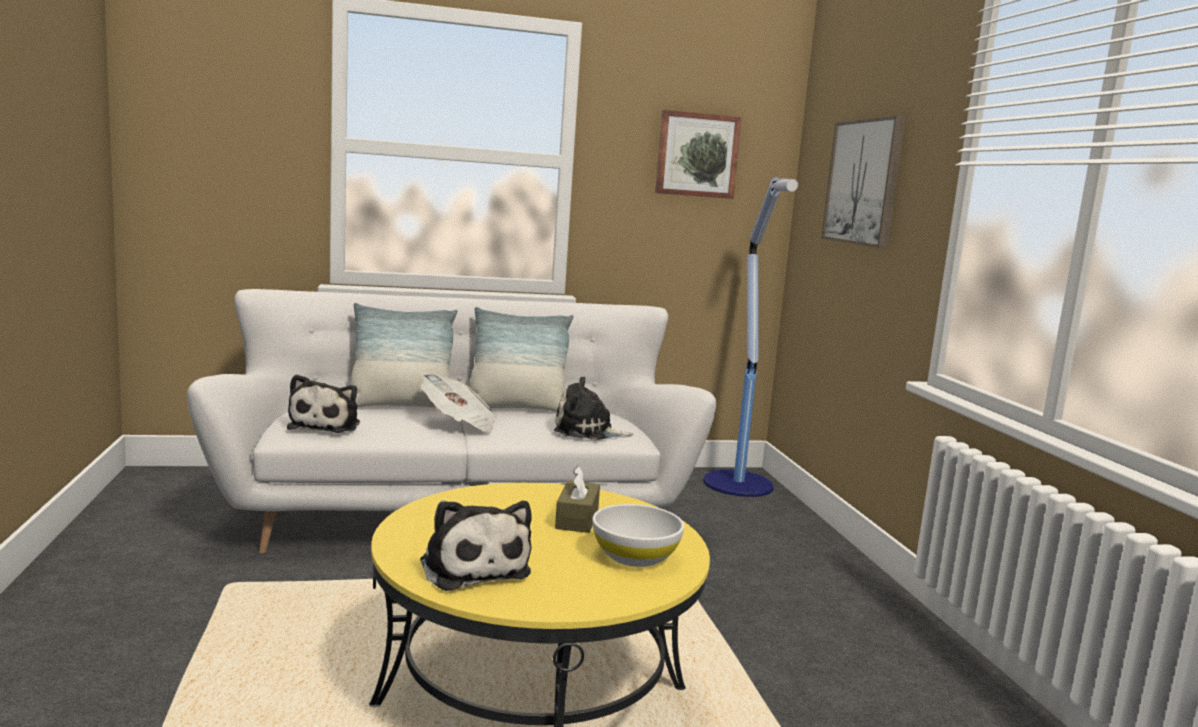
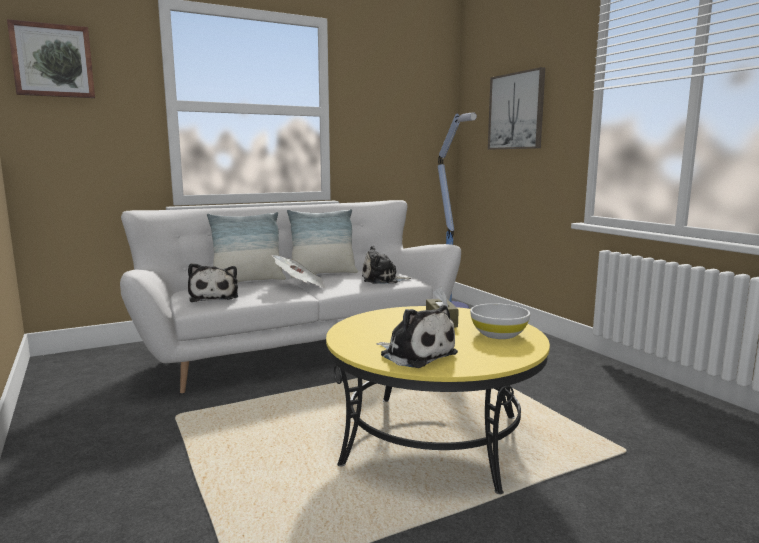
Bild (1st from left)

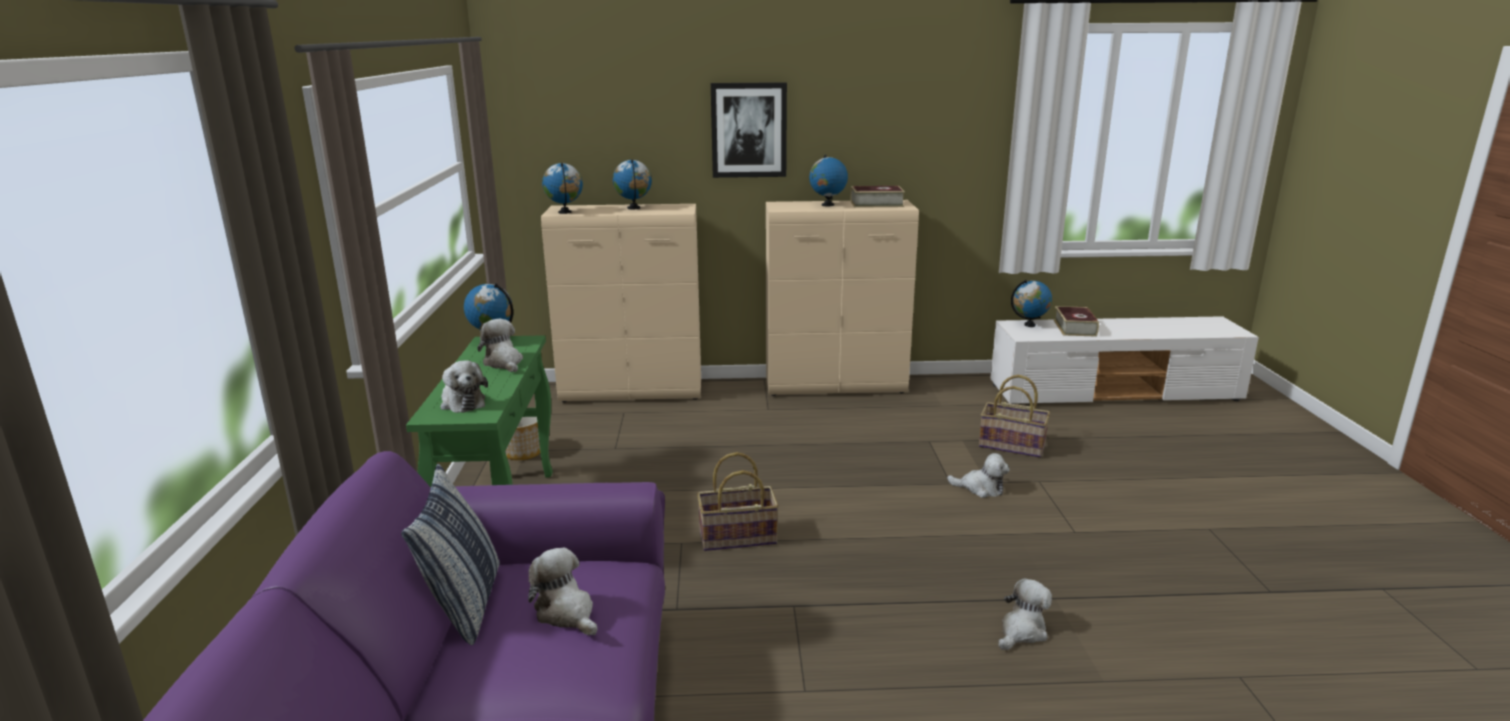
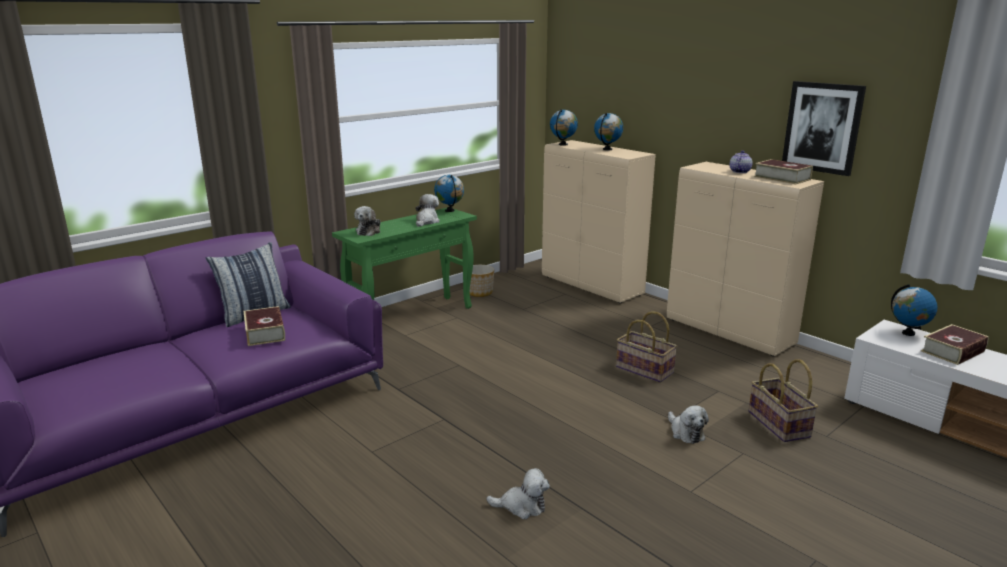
Korb (1st from left); Bild; Buch (1st from left); Teekanne

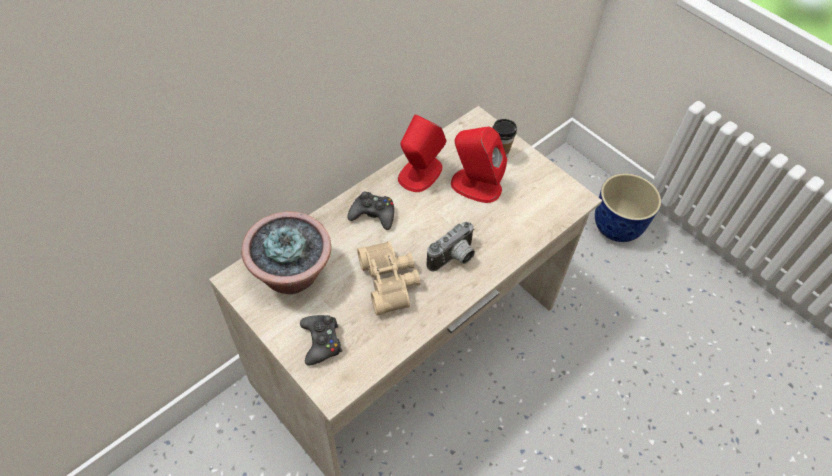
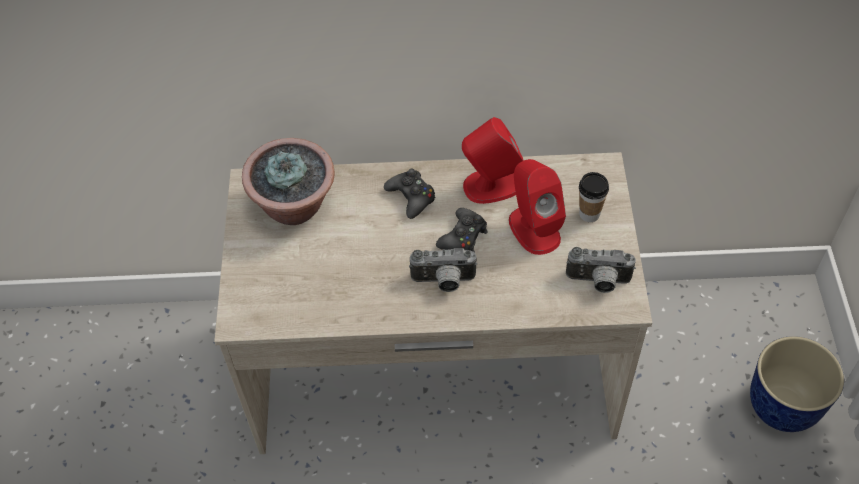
Fernglas/beige; Kamera (2nd from left); Gamepad/schwarz (2nd from left)

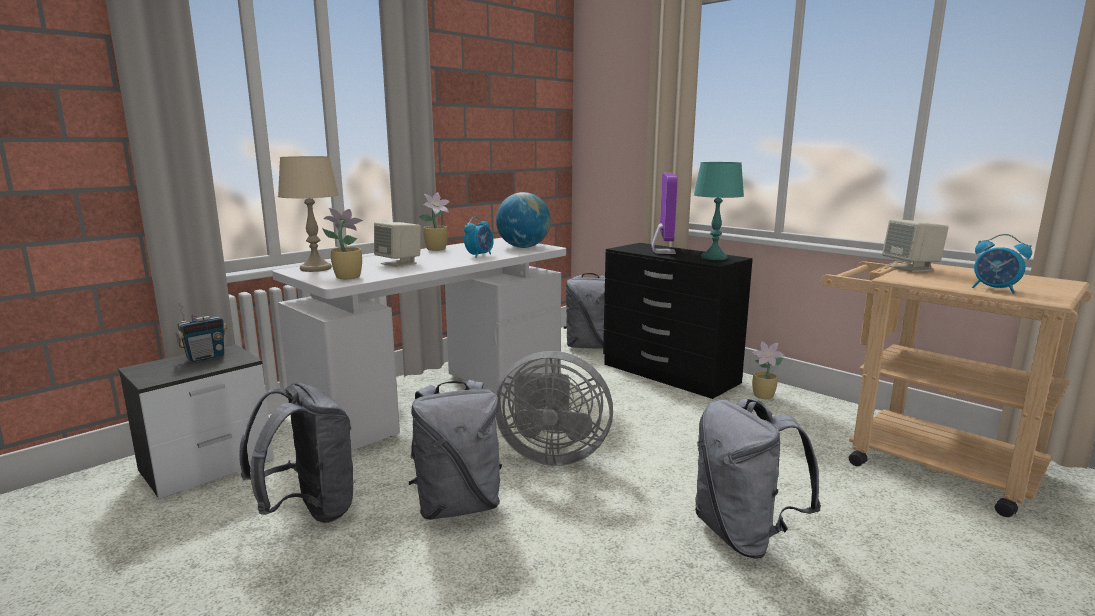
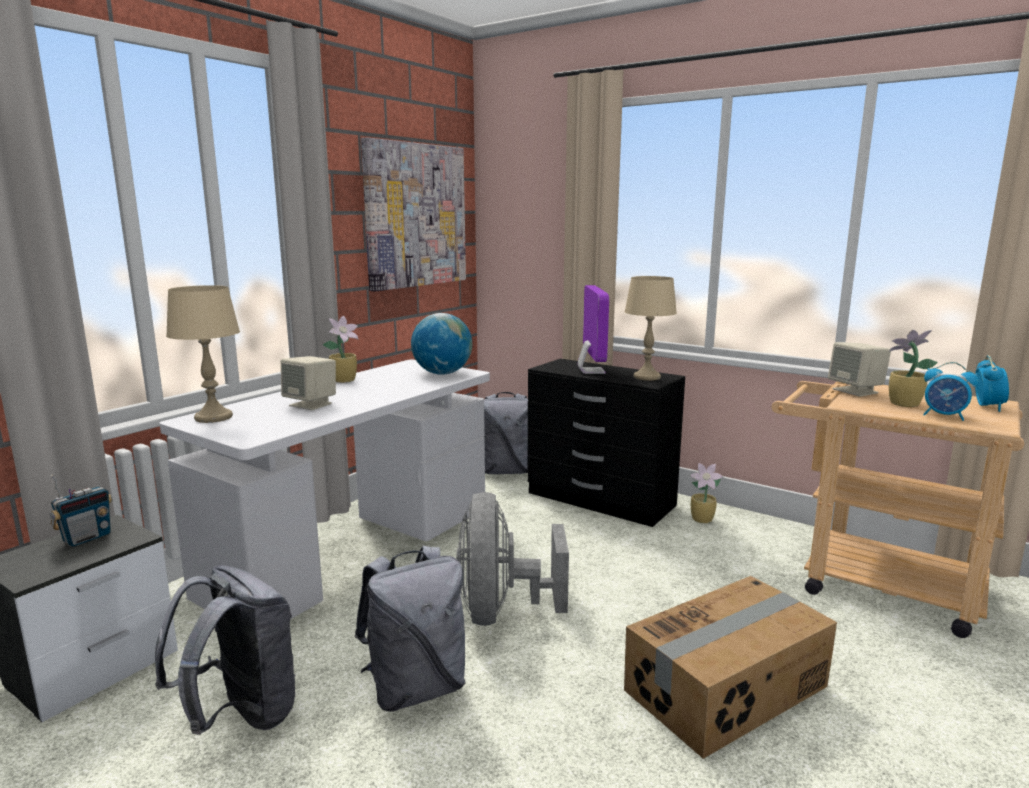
Bild; Topfpflanze (3rd from left); Wecker (2nd from left); Karton; Tischlampe/beige (2nd from left); Ventilator/grau

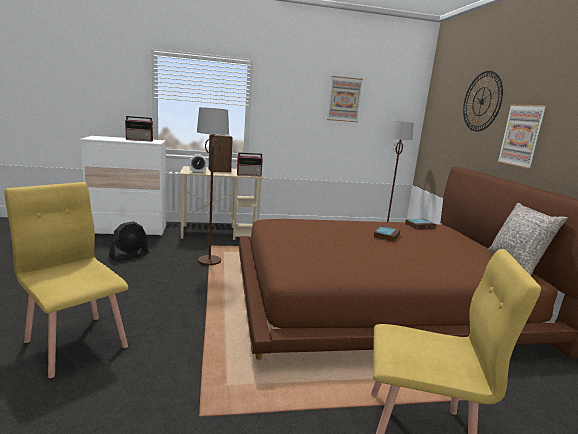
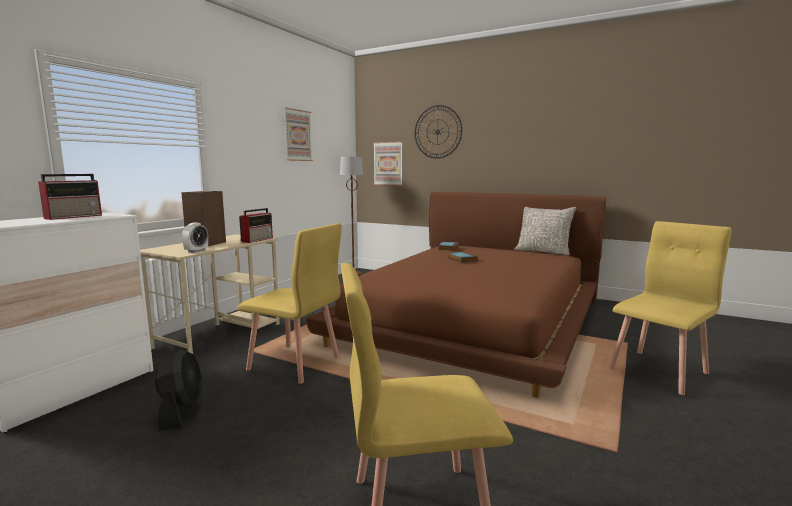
Bild (2nd from left); Stuhl/gelb (1st from left)

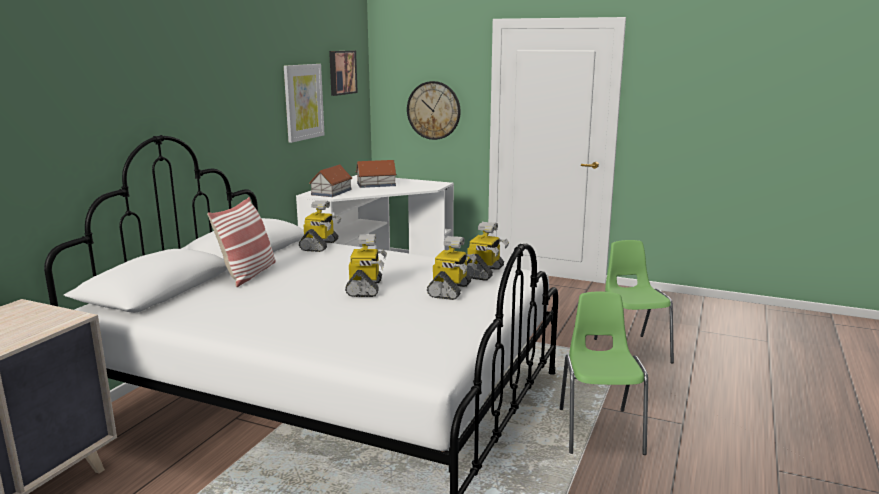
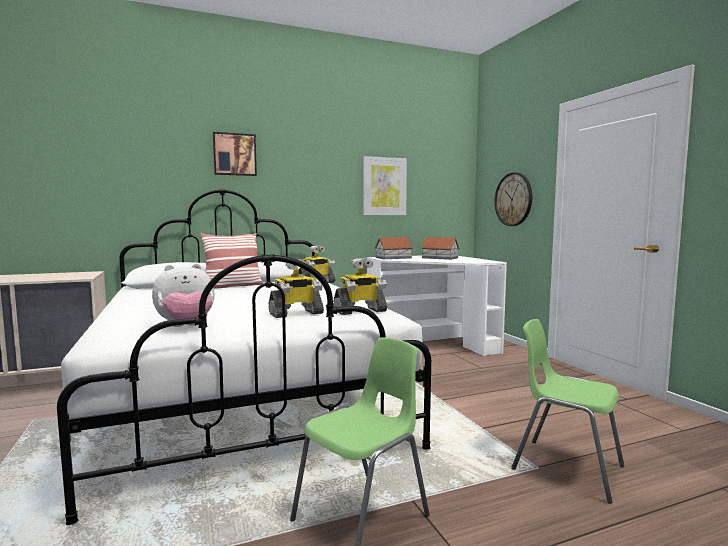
Spielzeugroboter (2nd from left in the first image); Plüschtier; Bild (1st from left); Stuhl/grün (2nd from left)

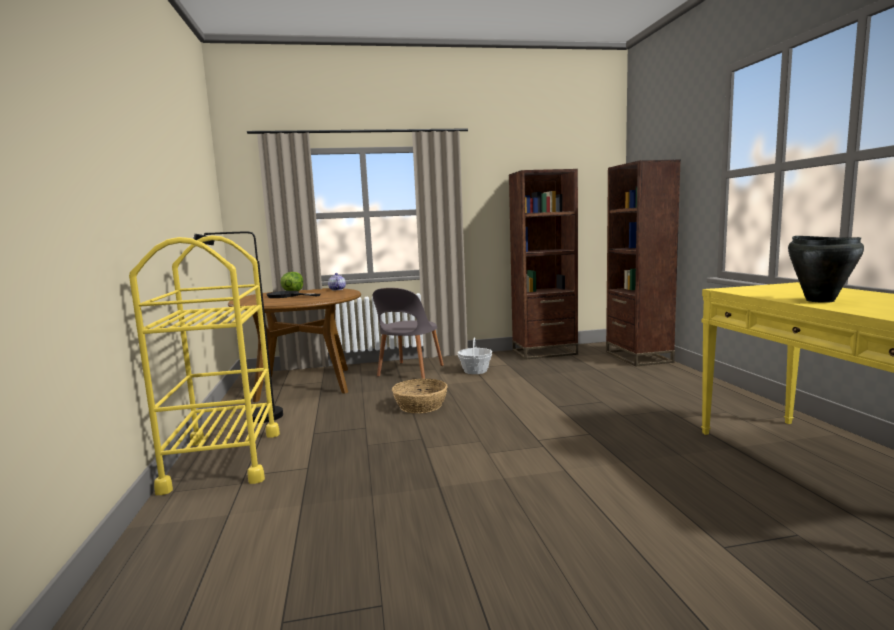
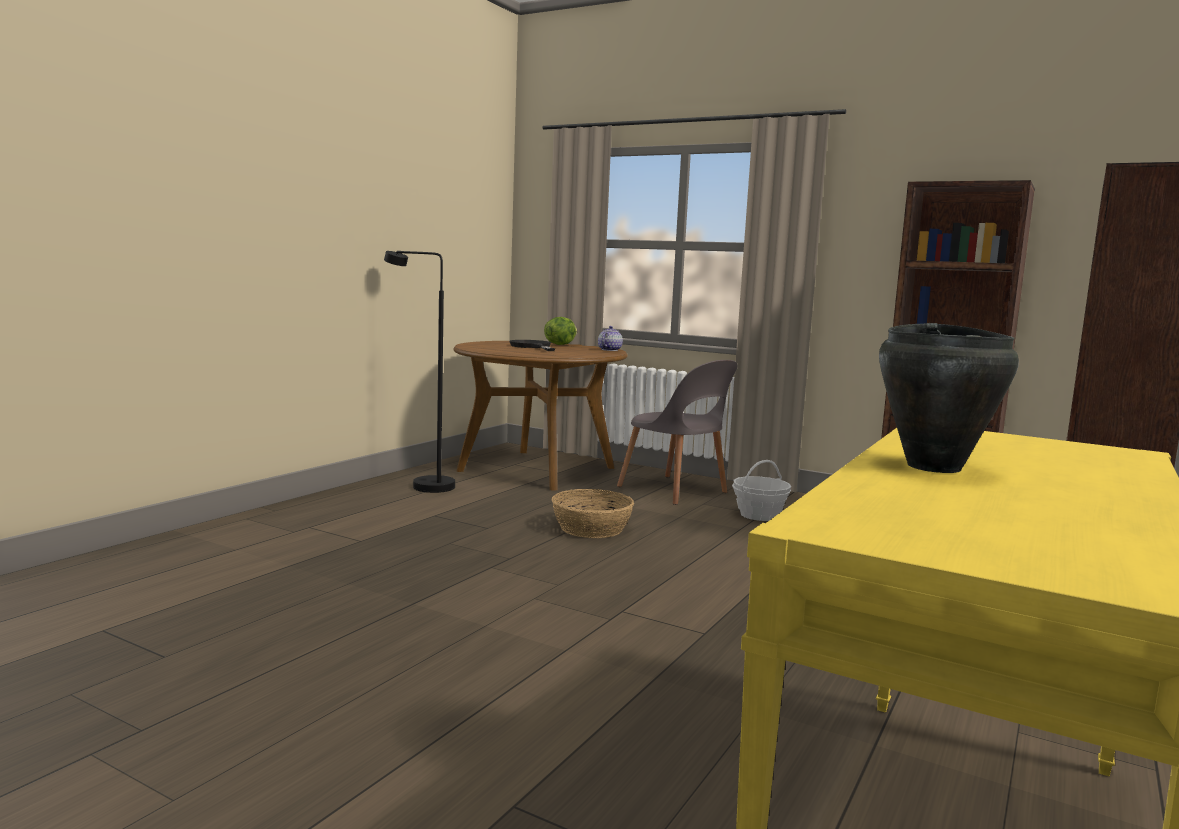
Rollwagen/gelb; Stuhl/grau

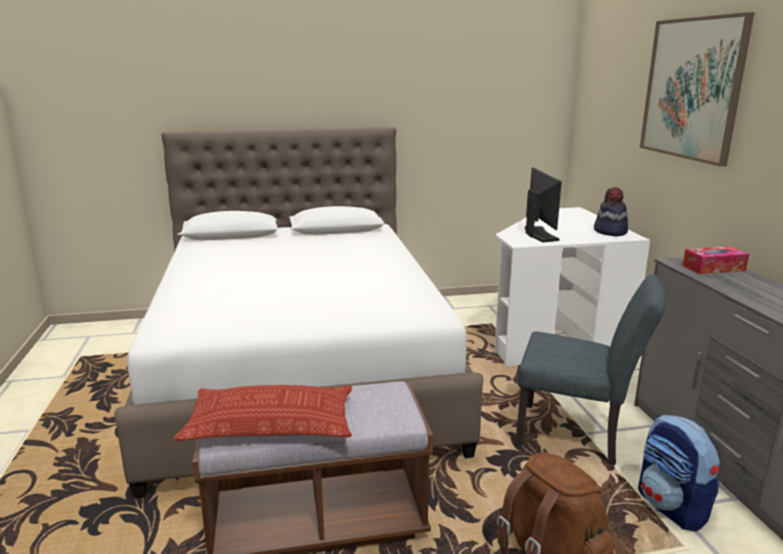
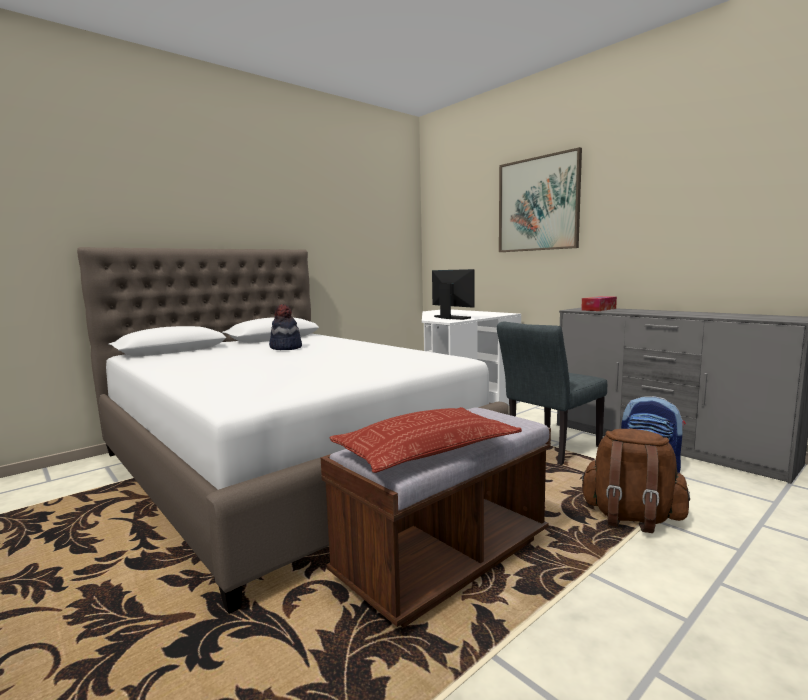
Hut; Stuhl/grau

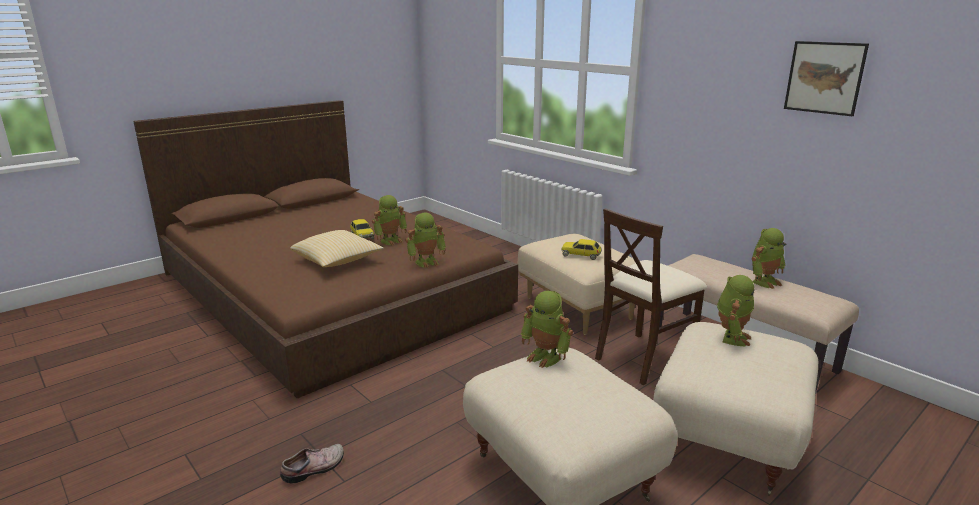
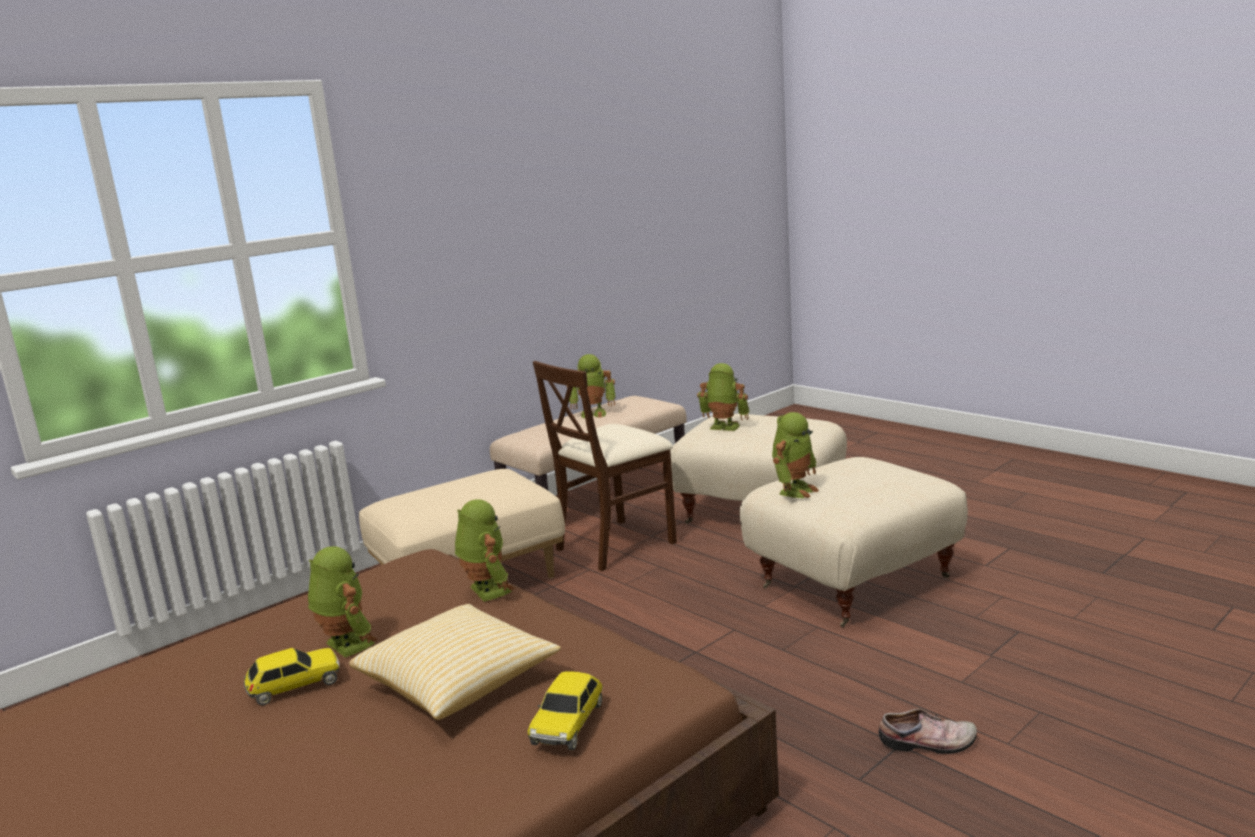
Bild; Spielzeugauto (2nd from left); Schuh; Stuhl/beige; Spielzeugroboter (3rd from left)

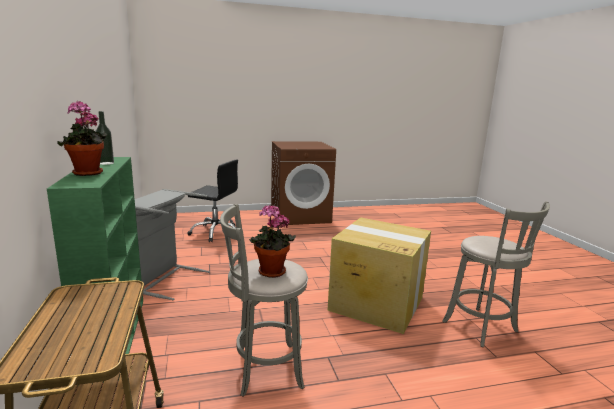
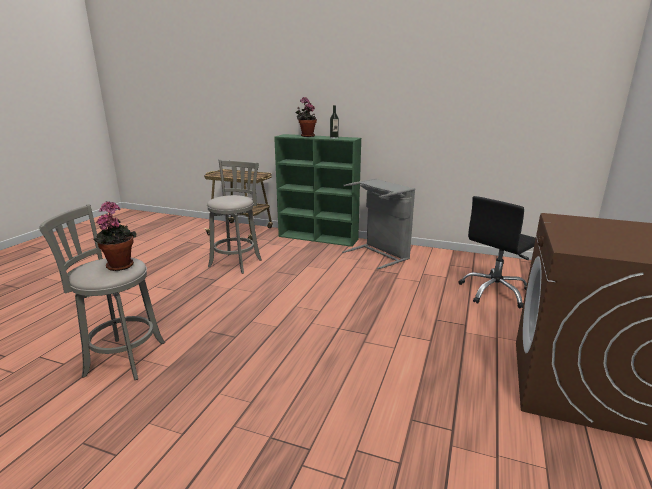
Karton; Topfpflanze (1st from left)

